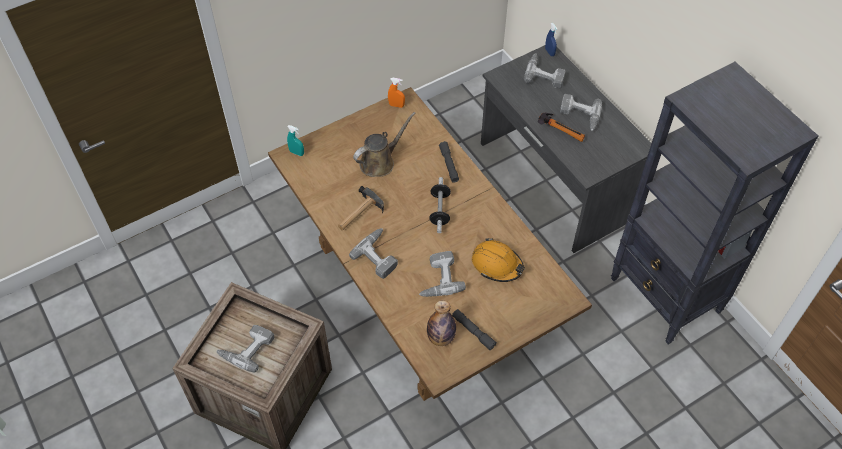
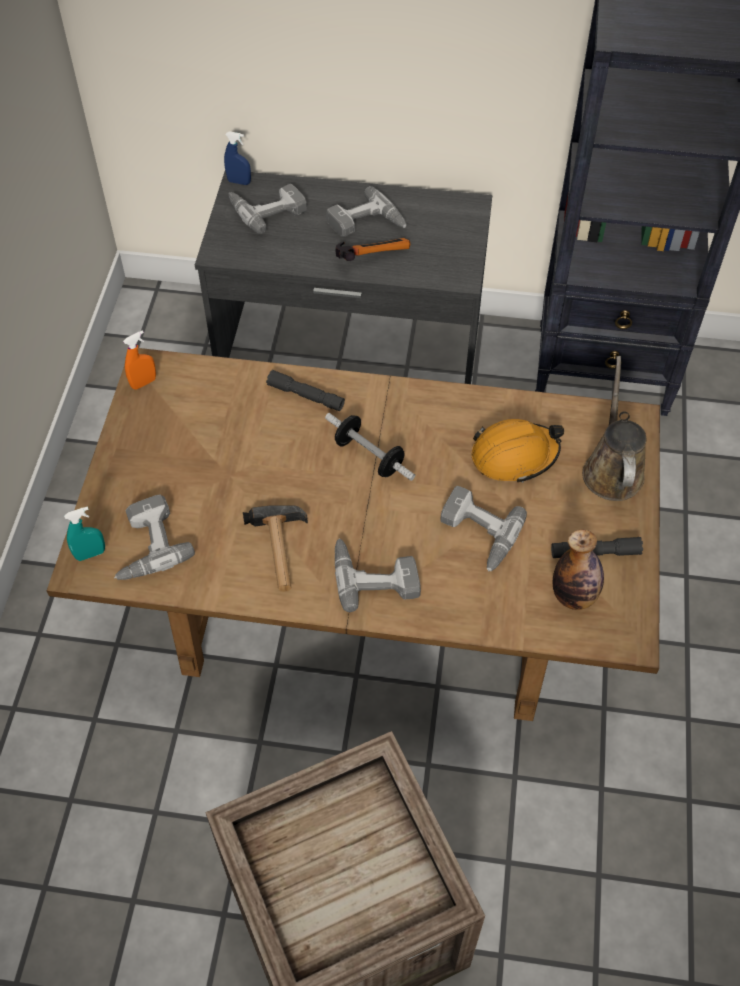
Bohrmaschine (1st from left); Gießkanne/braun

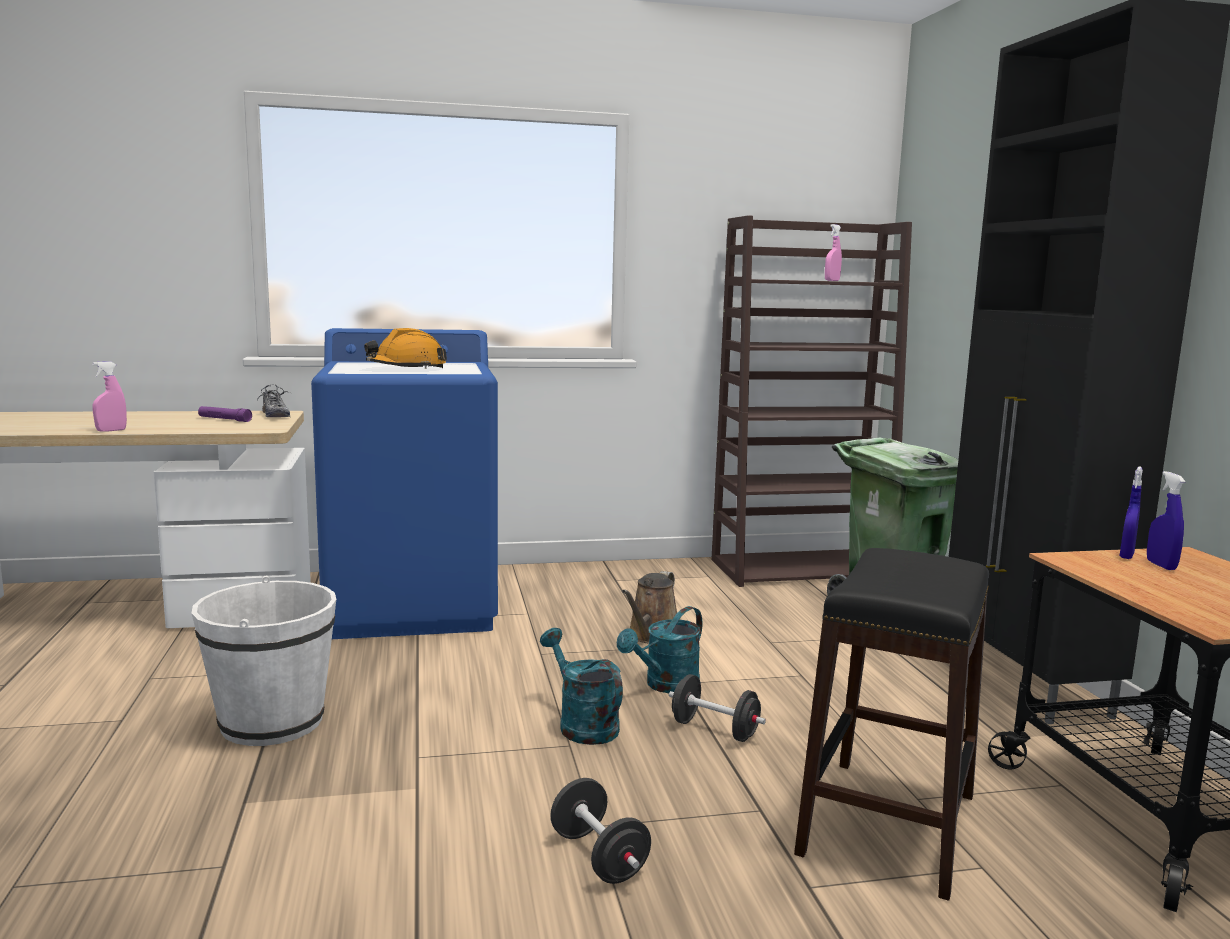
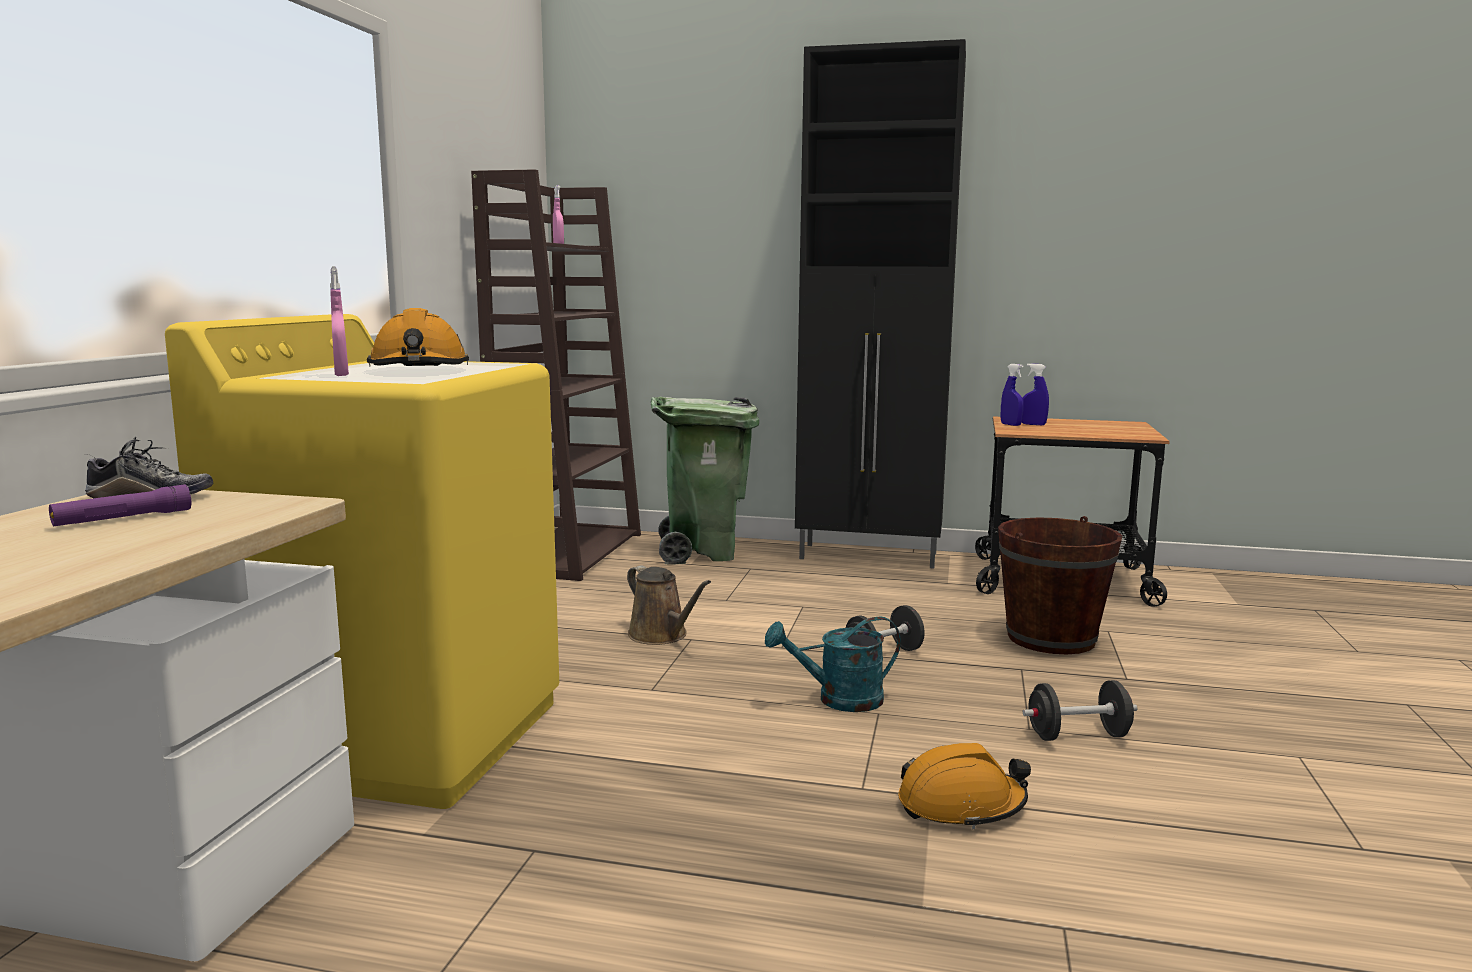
Eimer/weiß; Gießkanne/türkis (2nd from left in the first image); Schutzhelm/orange (2nd from left); Sprühflasche/rosa (1st from left); Eimer/braun; Waschmaschine/gelb

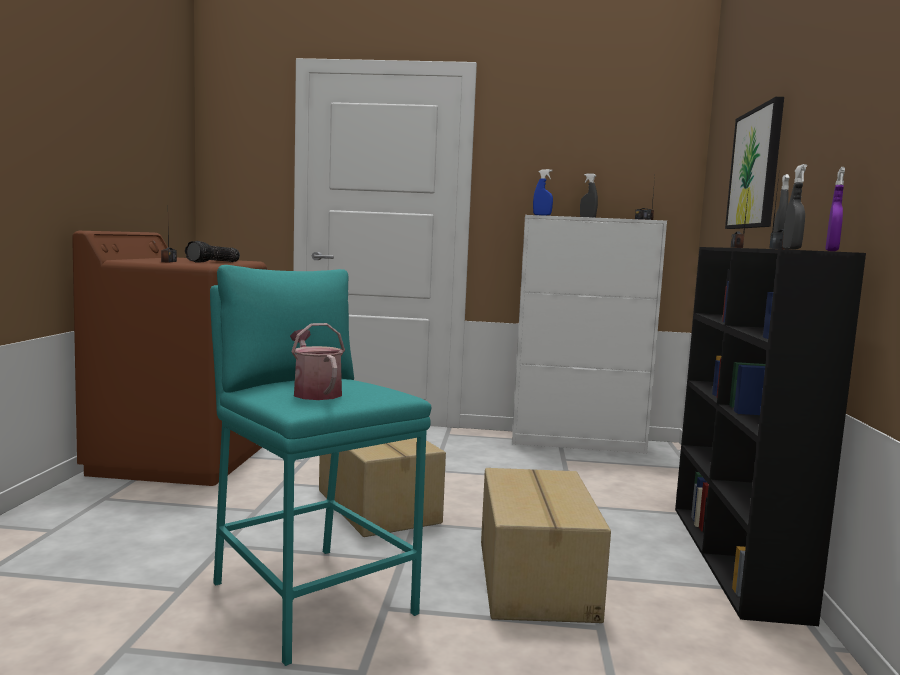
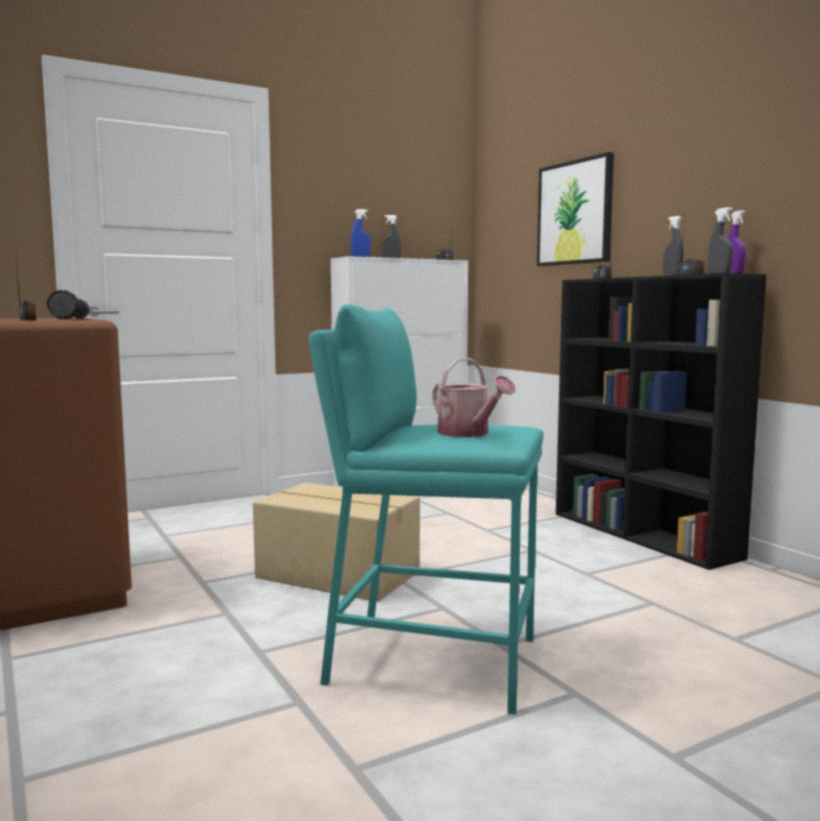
Karton (2nd from left in the first image); Gießkanne

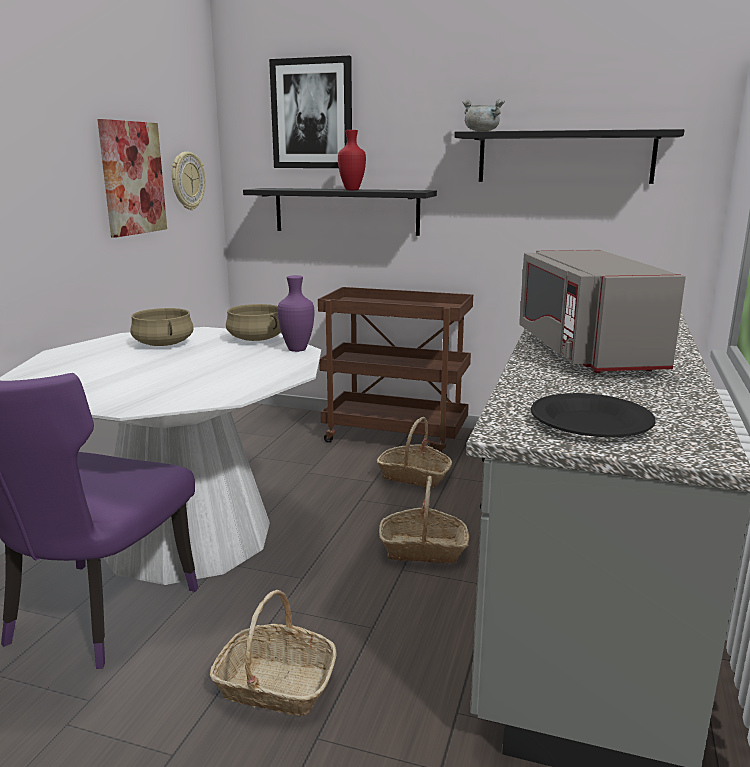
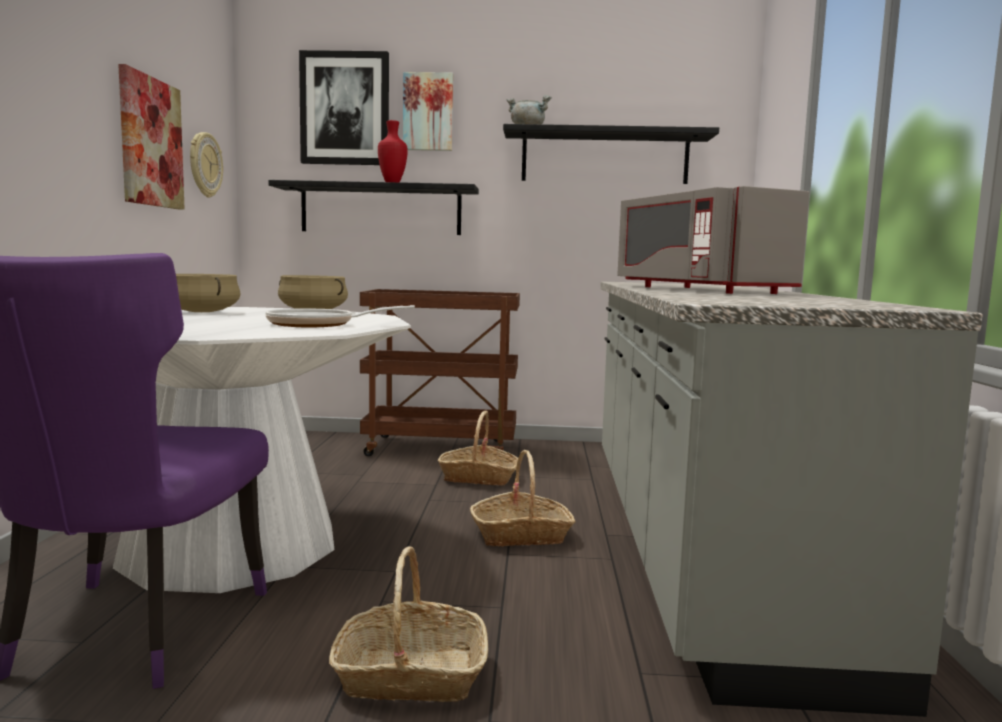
Vase/lila; Teller/schwarz; Pfanne; Bild (3rd from left)

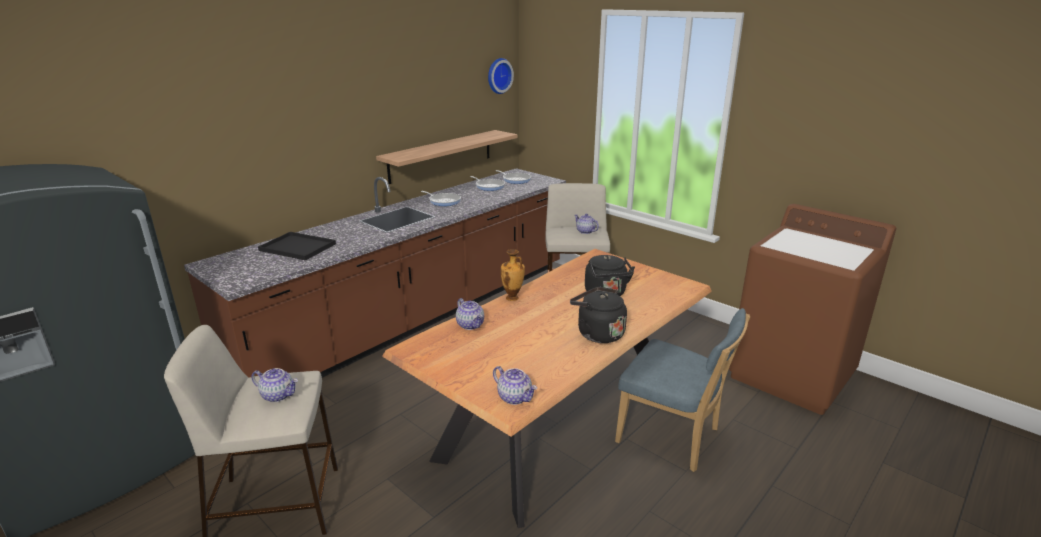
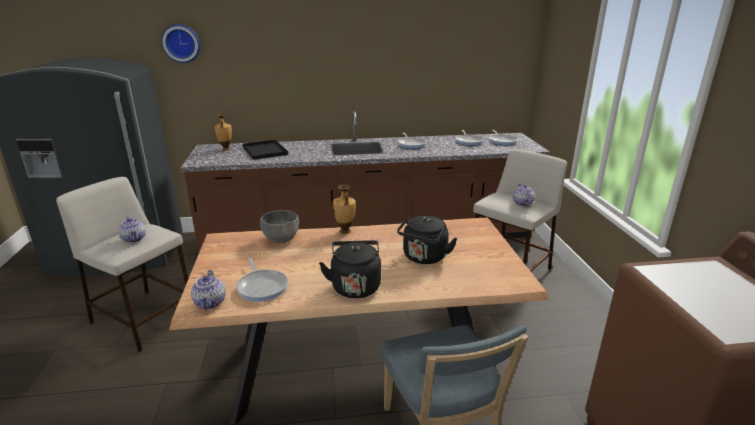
Wandregal; Vase (1st from left); Pfanne (1st from left); Wanduhr; Schüssel/grau

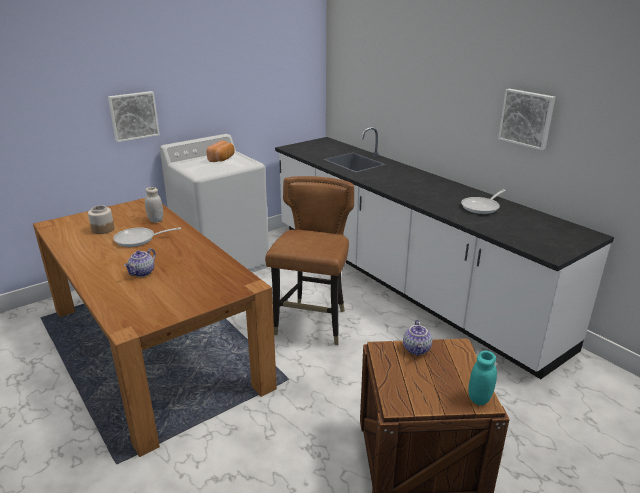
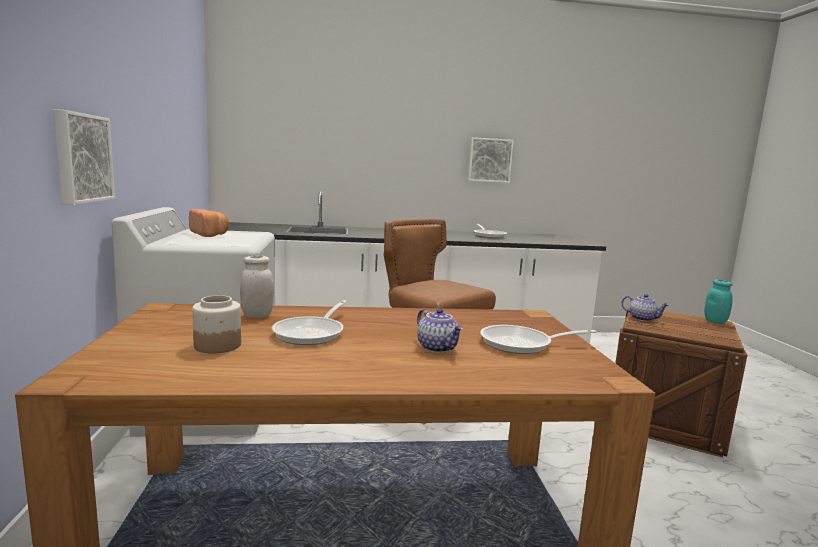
Pfanne (3rd from left)

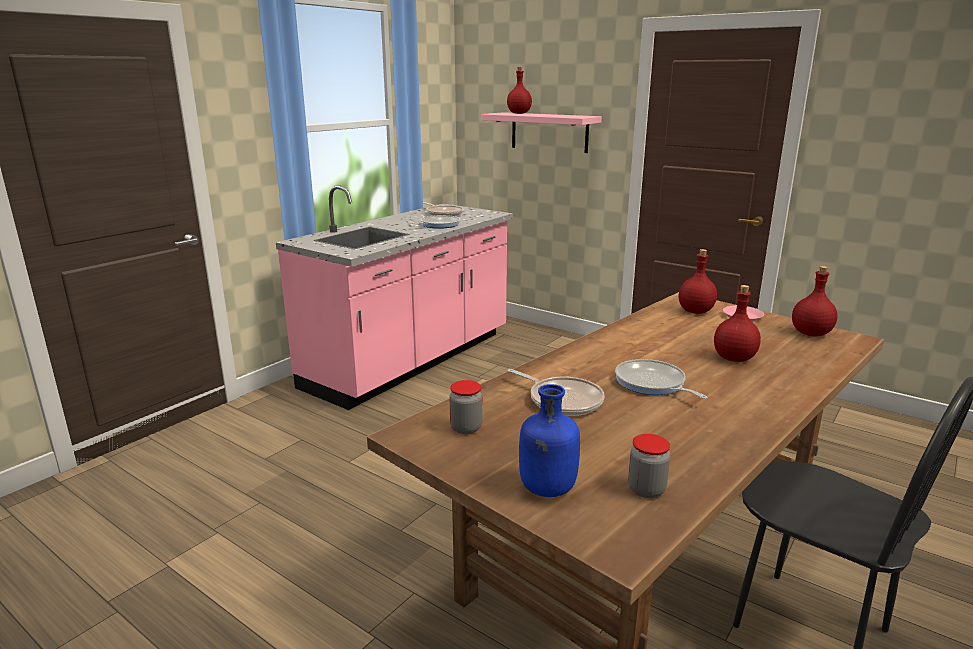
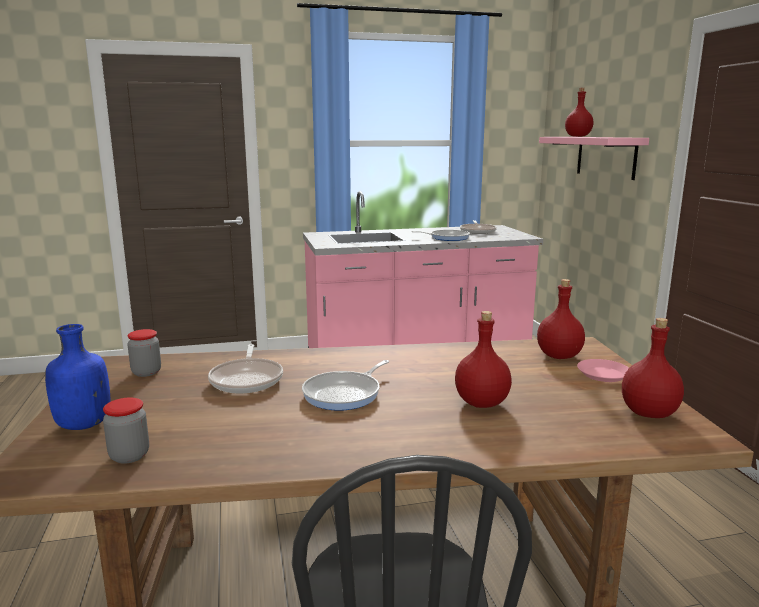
Pfanne (2nd from left)

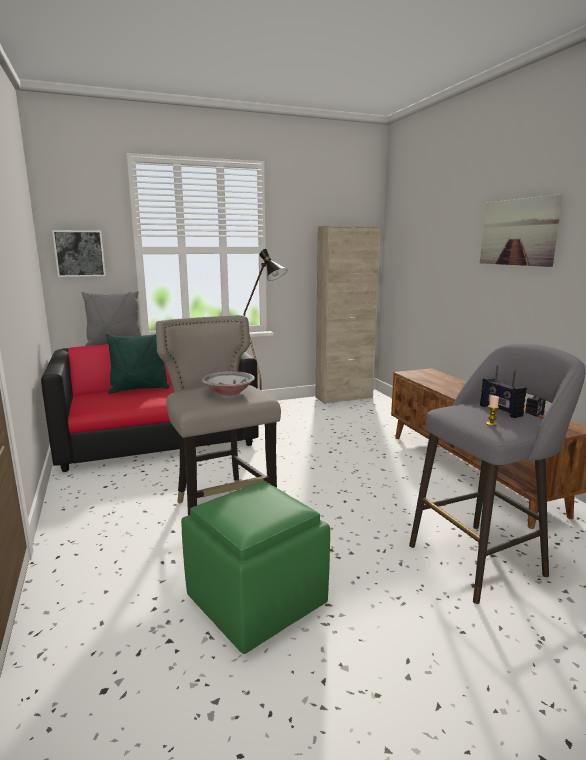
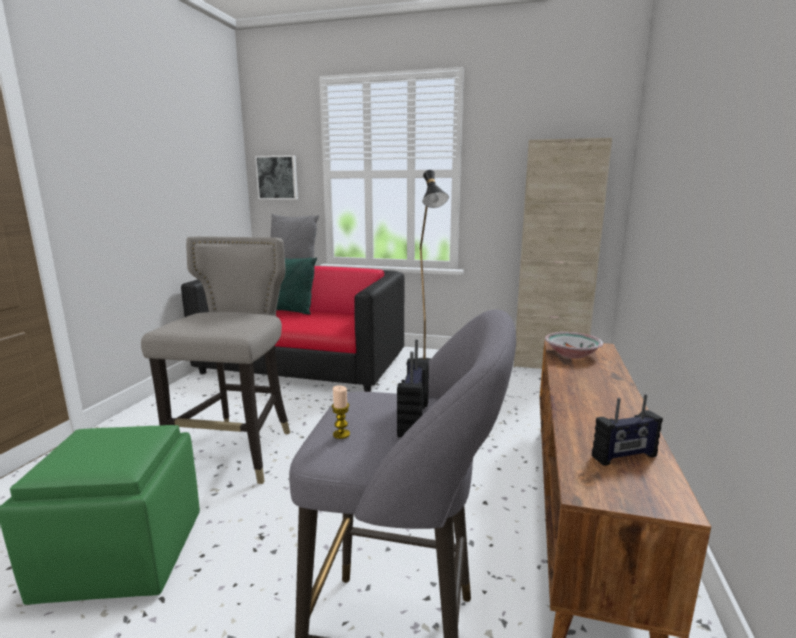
Bild (2nd from left in the first image); Schüssel

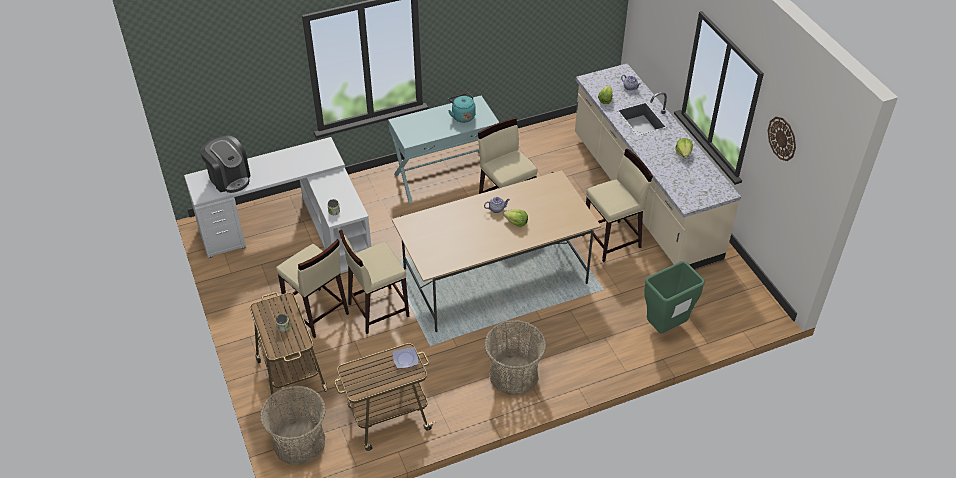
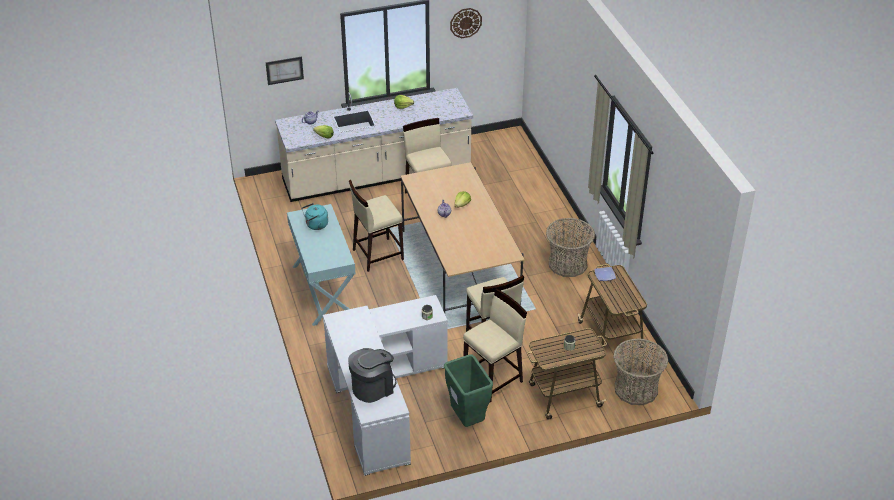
Bild; Mülleimer/grün

